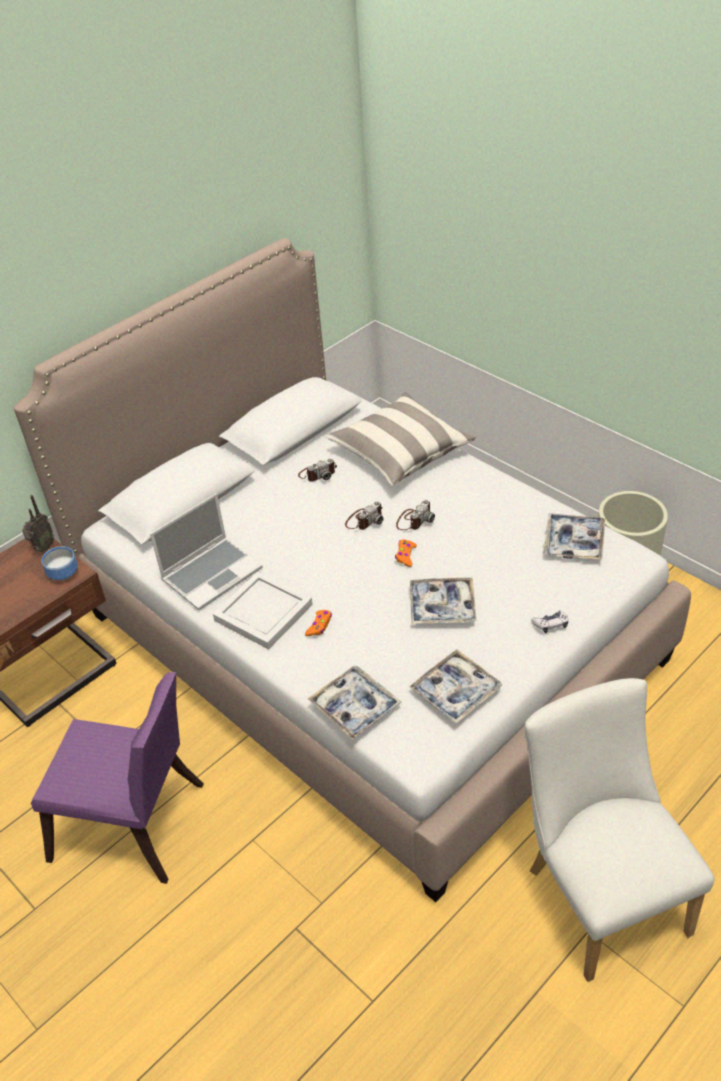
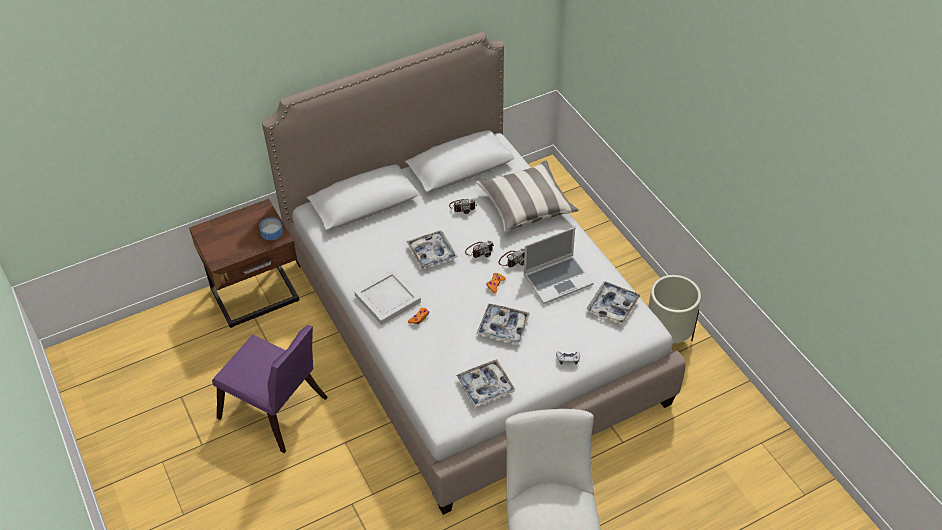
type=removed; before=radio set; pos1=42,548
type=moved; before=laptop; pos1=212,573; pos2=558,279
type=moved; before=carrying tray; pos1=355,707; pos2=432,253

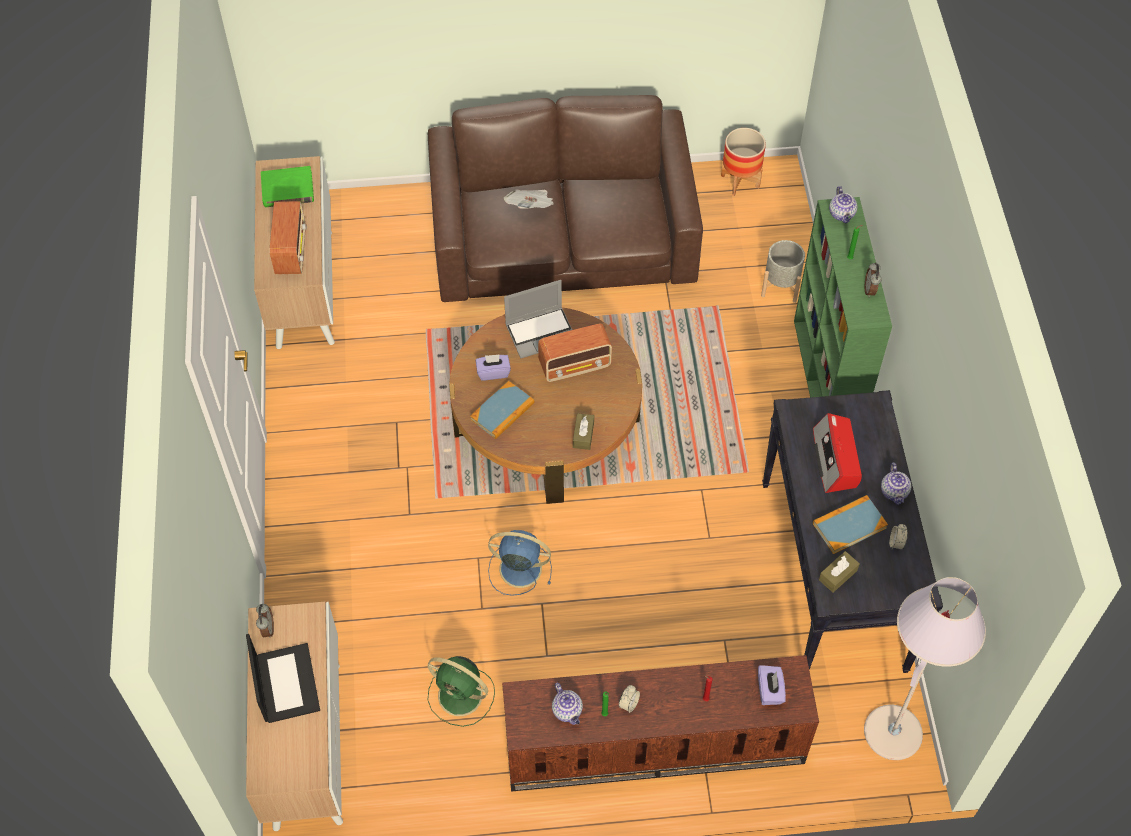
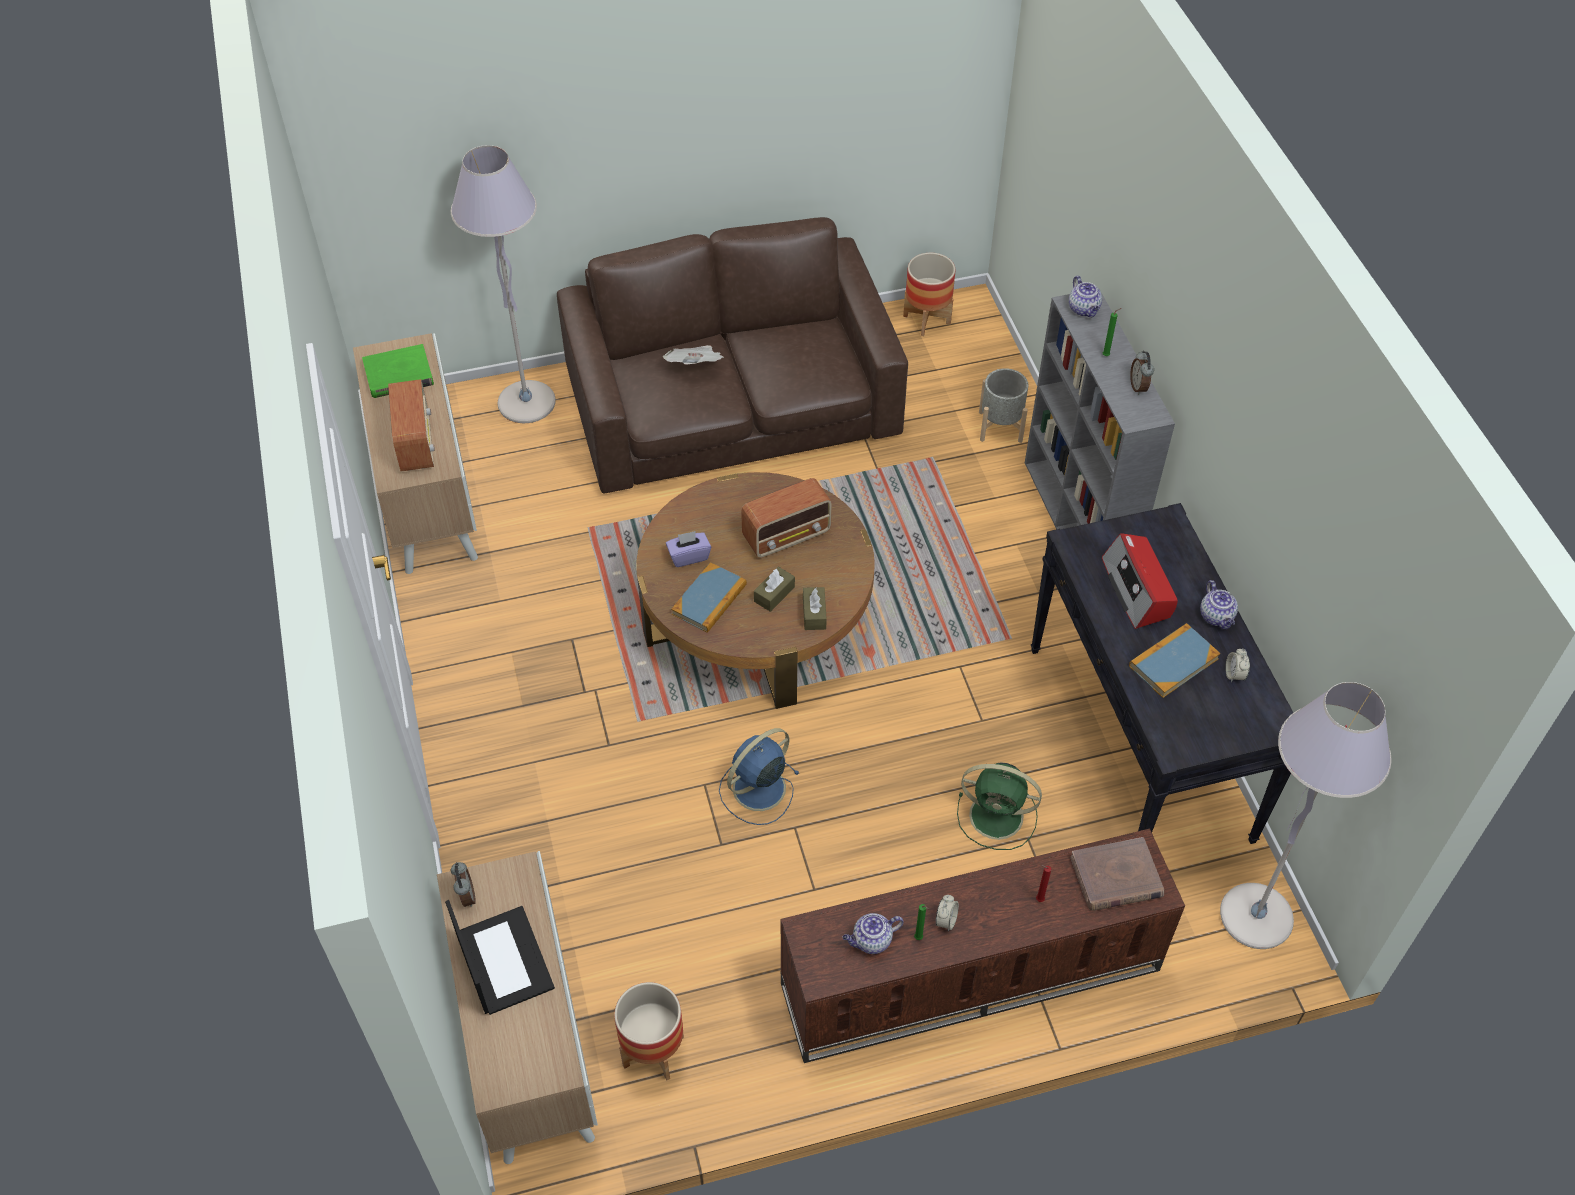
type=moved; before=green-coloured electric fan; pos1=462,696; pos2=998,816
type=turned; before=blue electric fan; pos1=518,568; pos2=757,790; turn=-45
type=removed; before=laptop; pos1=541,332
type=turned; before=pot for tea; pos1=568,711; pos2=871,941; turn=105
type=replaced; before=purplish box of tissues; after=brownish book; pos1=770,690; pos2=1116,877
type=recoloured; before=green-coloured bookcase; after=grey bookcase; pos1=826,380; pos2=1078,523
type=moved; before=brownish box of tissues; pos1=838,575; pos2=774,594
type=added; after=grey standard lamp; pos2=527,403
type=added; after=flower pot; pos2=653,1052

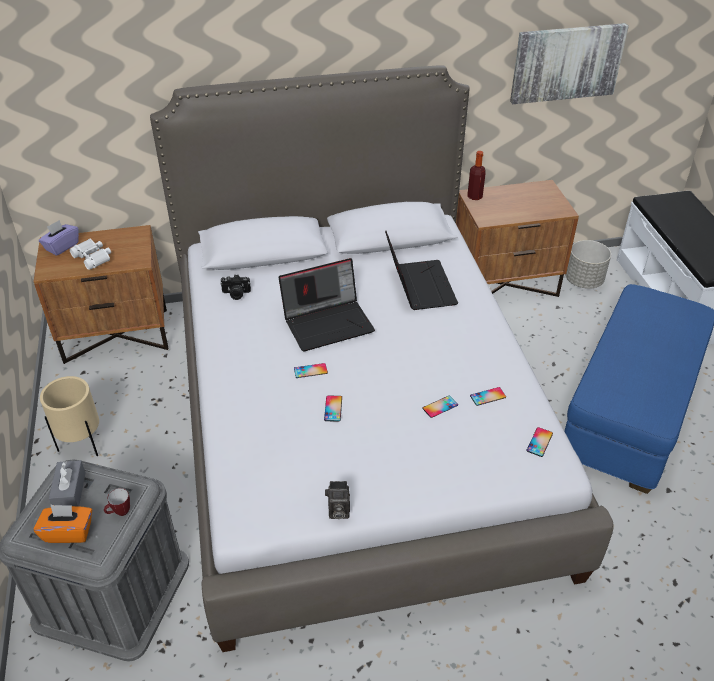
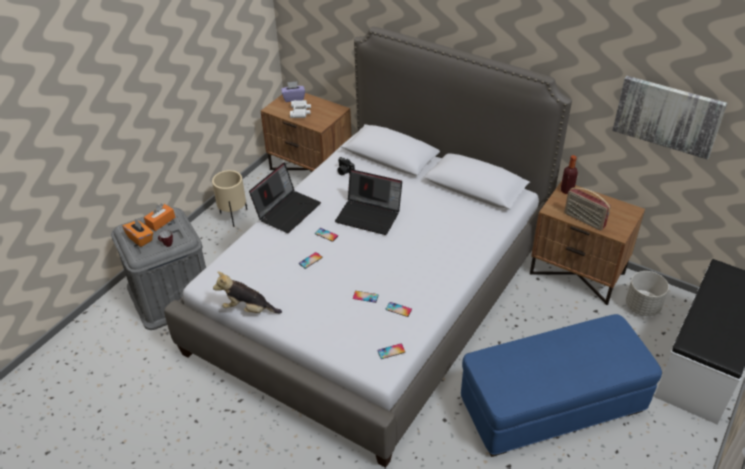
type=recoloured; before=grey box of tissues; after=orange-coloured box of tissues; pos1=70,491; pos2=160,221
type=replaced; before=still camera; after=cuddly toy; pos1=337,512; pos2=248,309
type=moved; before=laptop; pos1=418,286; pos2=287,210
type=added; after=radio set; pos2=584,220

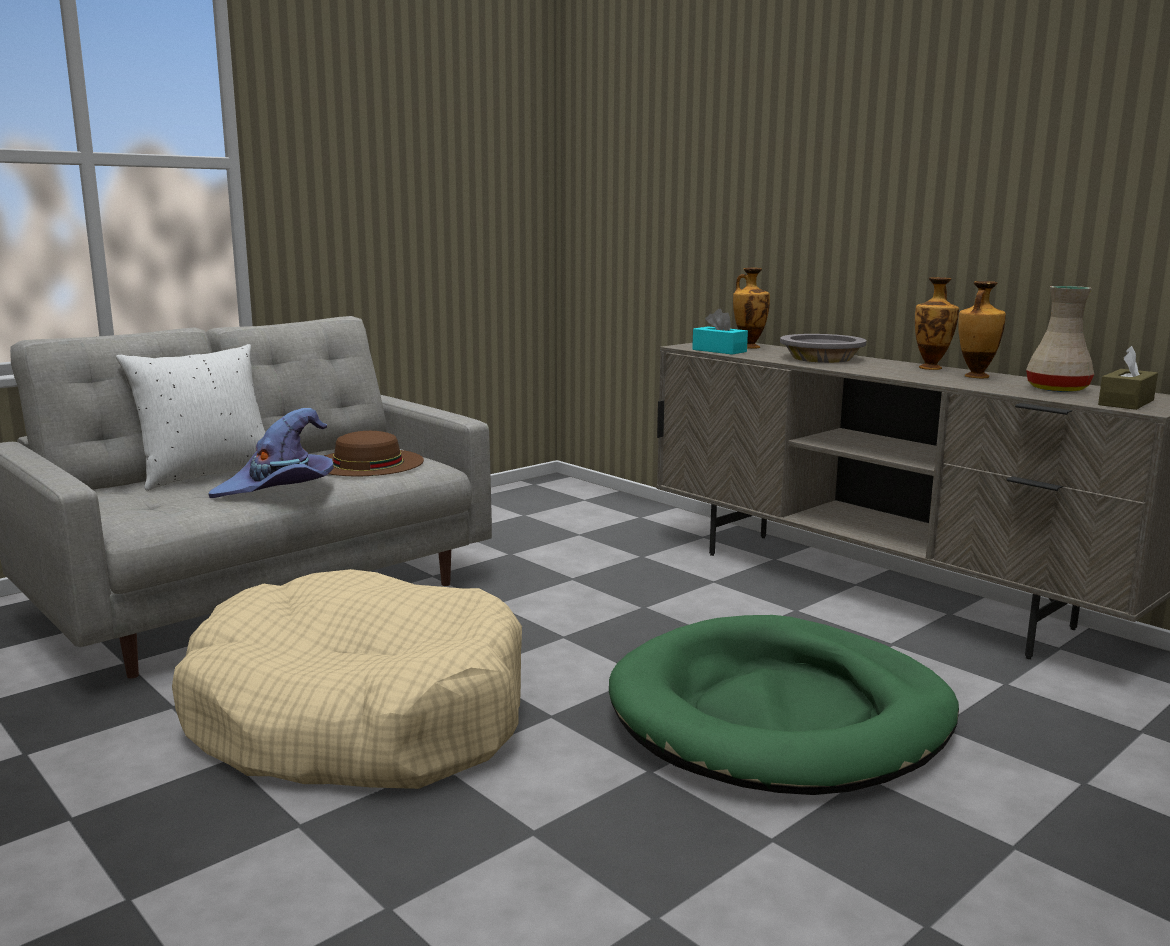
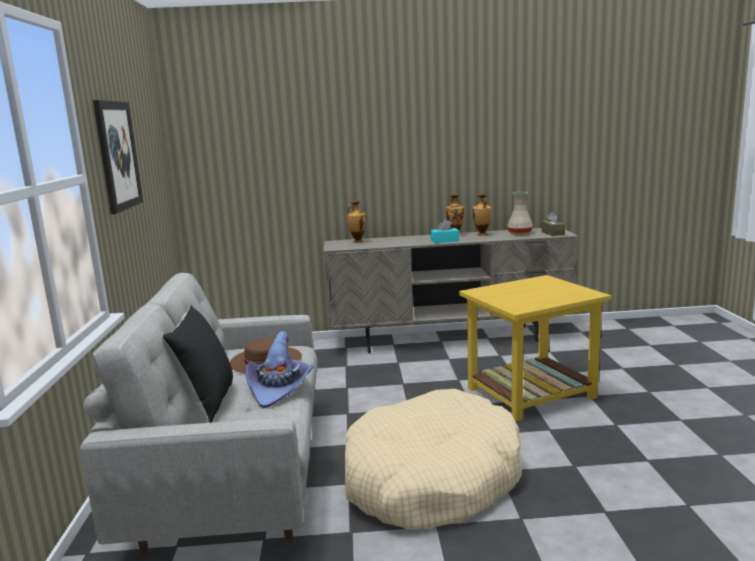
type=recoloured; before=white throw pillow; after=black throw pillow; pos1=206,475; pos2=205,403
type=replaced; before=green-coloured dog bed; after=yellow-coloured side table; pos1=780,715; pos2=532,392
type=moved; before=turquoise box of tissues; pos1=719,350; pos2=444,241
type=removed; before=grey deep dish; pos1=821,358
type=added; after=wall art; pos2=117,155

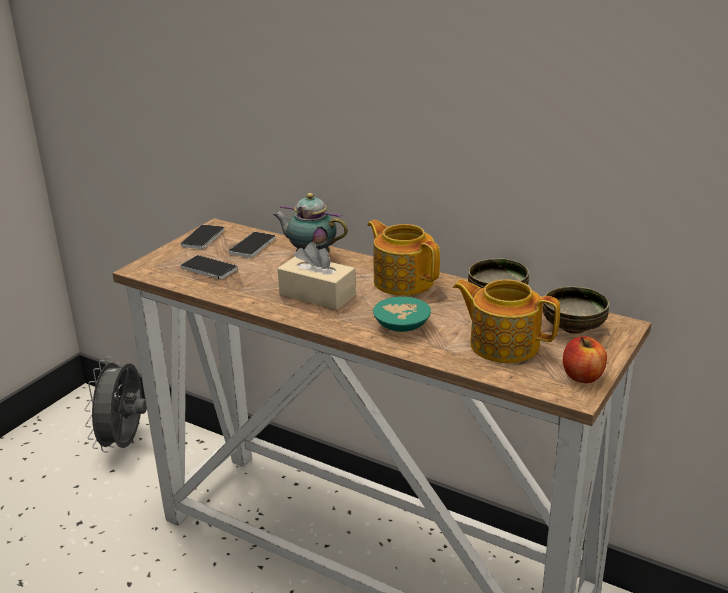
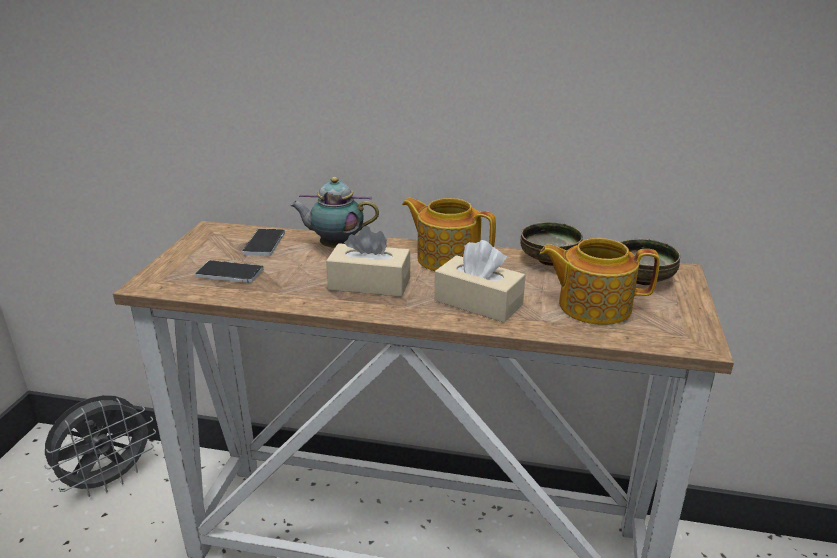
type=turned; before=grey electric fan; pos1=125,443; pos2=109,480; turn=-120
type=removed; before=handset; pos1=203,238
type=replaced; before=turquoise deep dish; after=beige-coloured box of tissues; pos1=399,325; pos2=478,303
type=removed; before=whole apple; pos1=582,376

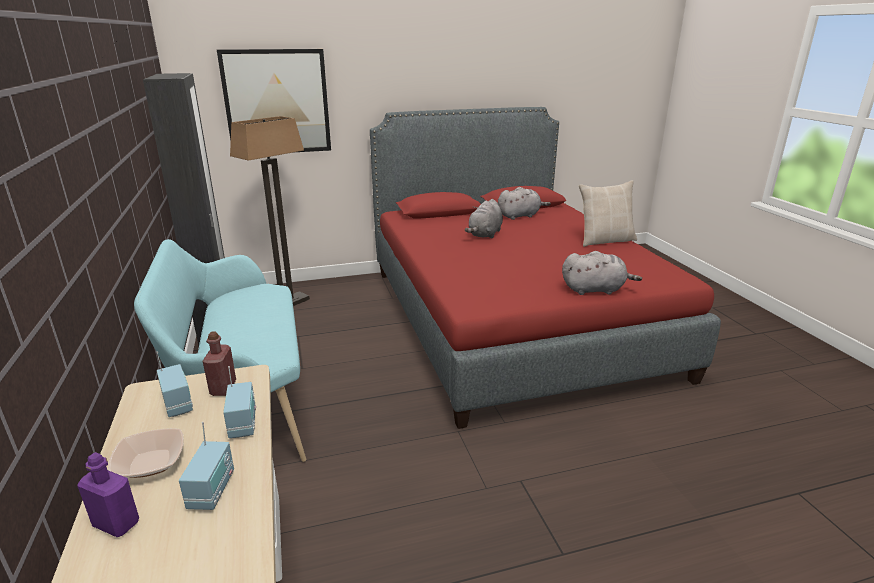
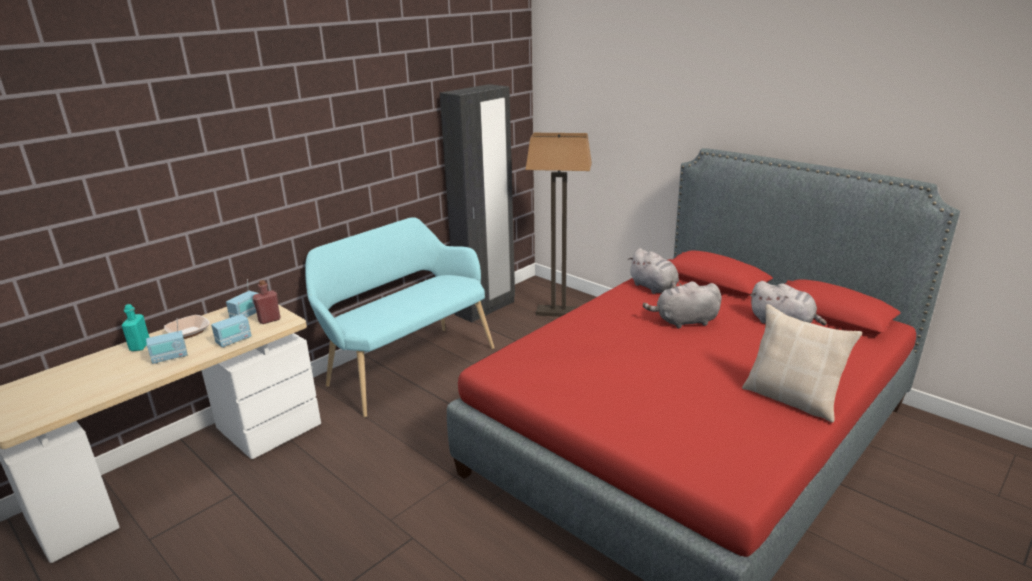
type=recoloured; before=purplish beverage bottle; after=turquoise beverage bottle; pos1=116,524; pos2=140,346
type=removed; before=wall art; pos1=277,102
type=moved; before=grey cuddly toy; pos1=595,290; pos2=654,288

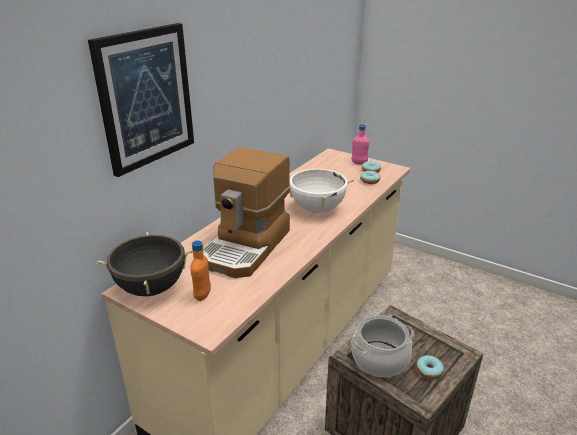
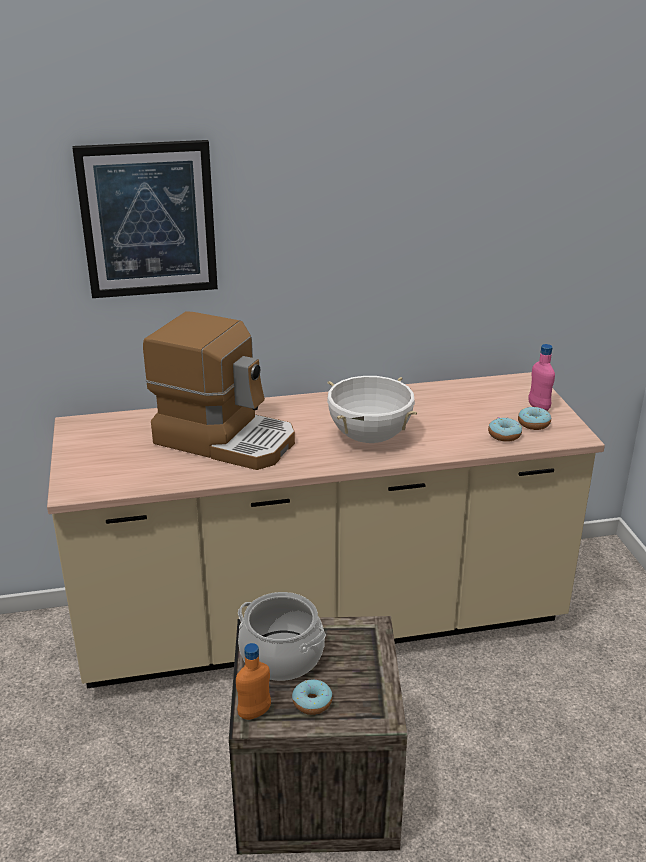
type=removed; before=black saucepot; pos1=151,288
type=moved; before=orange-coloured beverage bottle; pos1=202,295; pos2=254,713
type=turned; before=coffee brewer; pos1=247,247; pos2=226,439; turn=-135

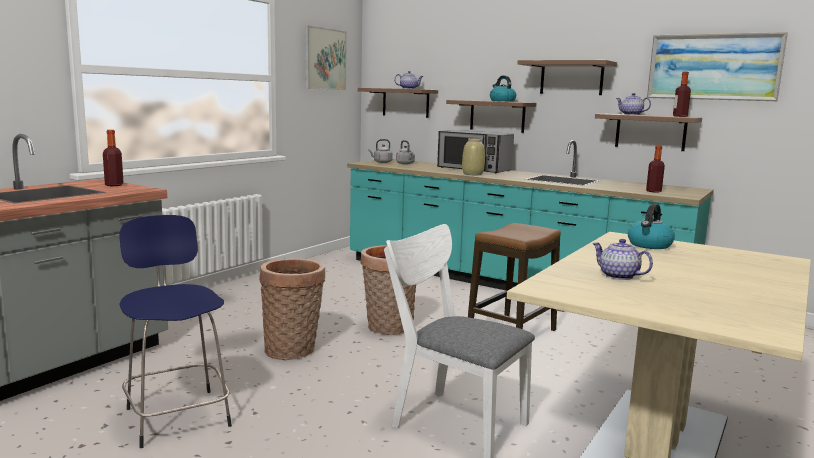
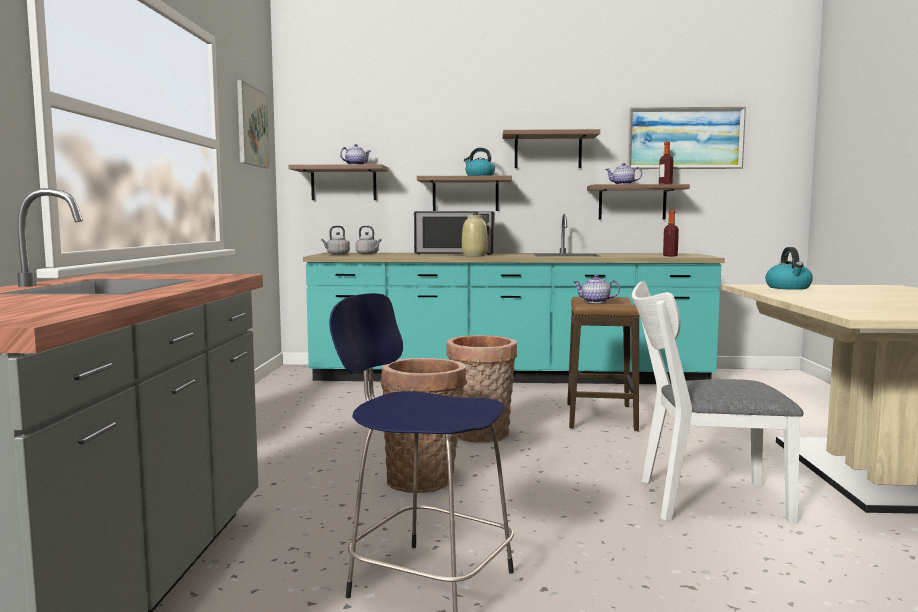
type=removed; before=beverage bottle; pos1=114,185
type=moved; before=pot for tea; pos1=618,276; pos2=595,302

